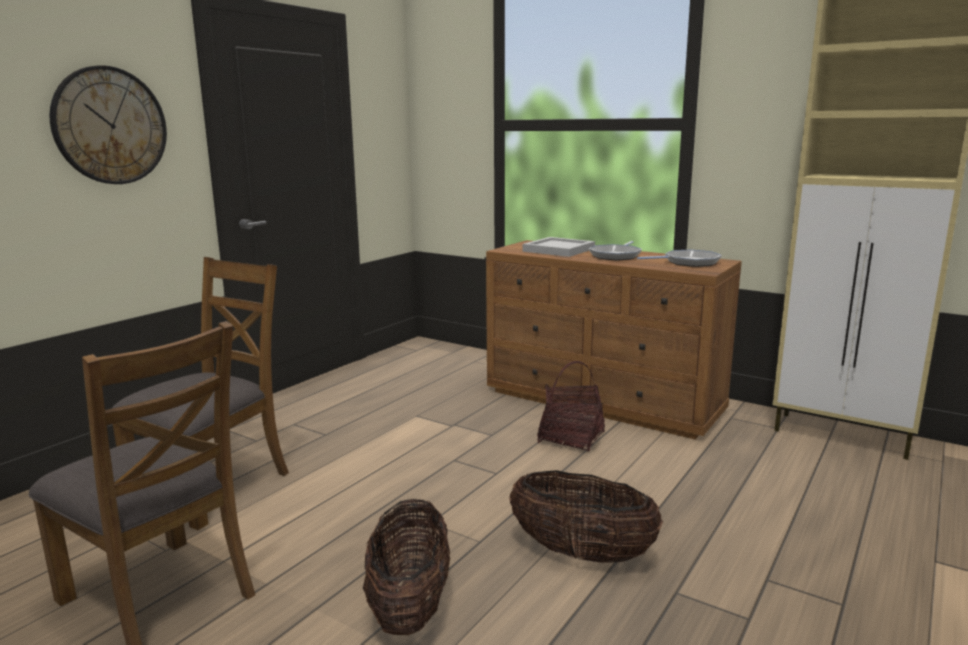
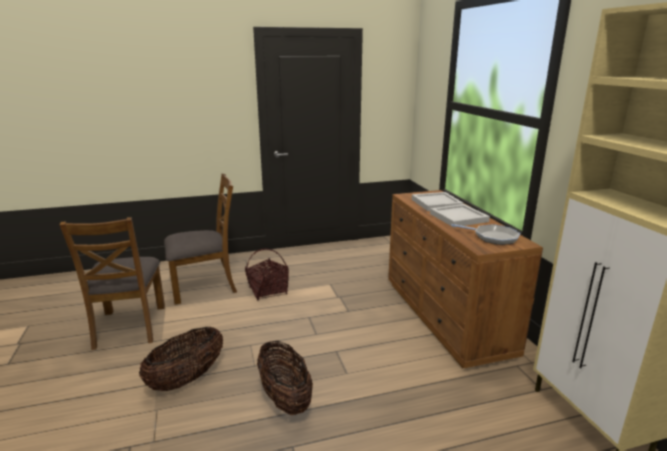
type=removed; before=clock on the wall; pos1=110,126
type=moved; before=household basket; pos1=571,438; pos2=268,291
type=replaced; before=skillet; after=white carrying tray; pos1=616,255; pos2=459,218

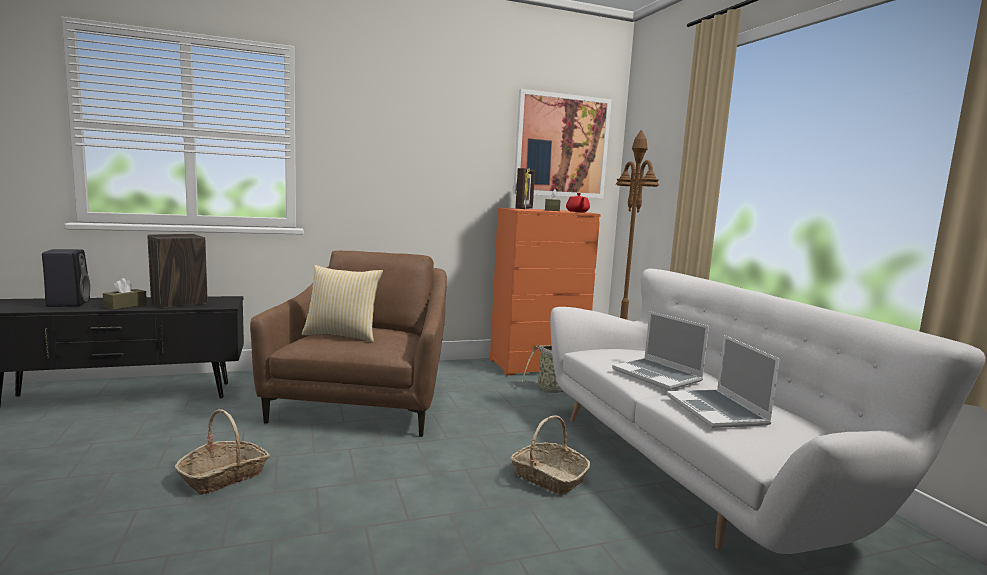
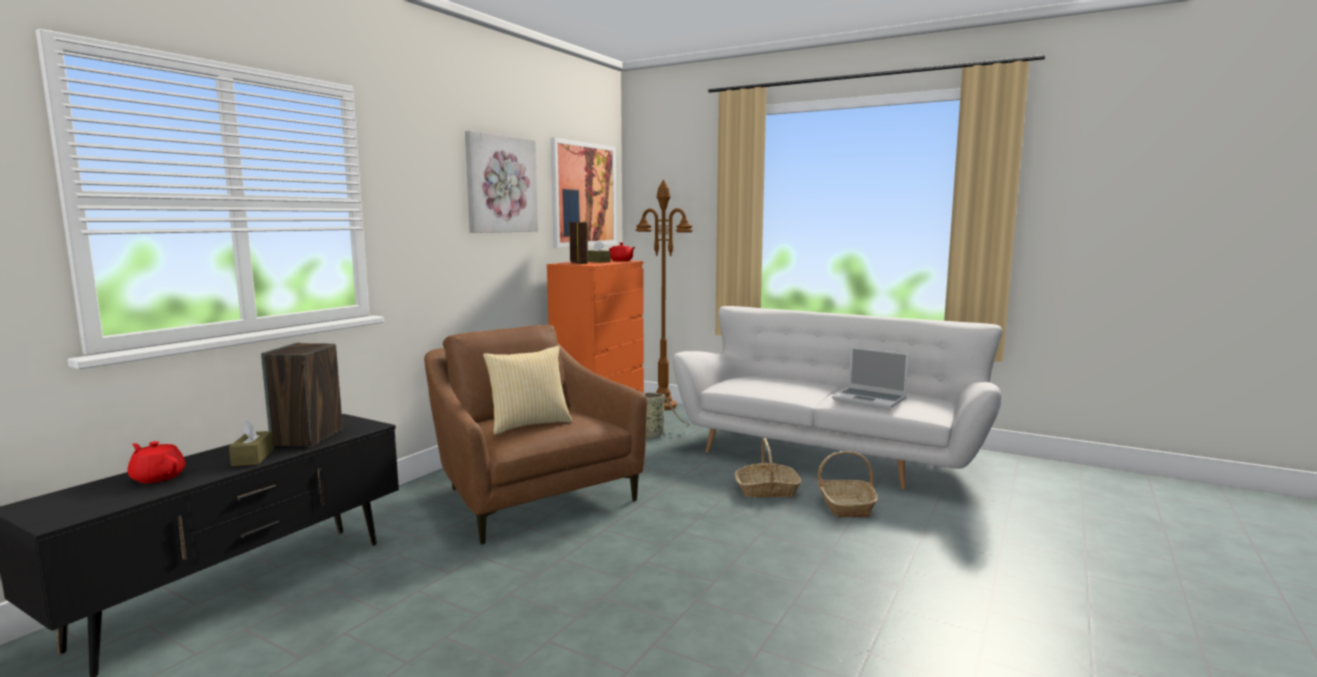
type=replaced; before=black loudspeaker; after=red-coloured pot for tea; pos1=68,303; pos2=158,477
type=moved; before=household basket; pos1=224,476; pos2=846,506
type=removed; before=laptop; pos1=658,376
type=added; after=wall art; pos2=500,184

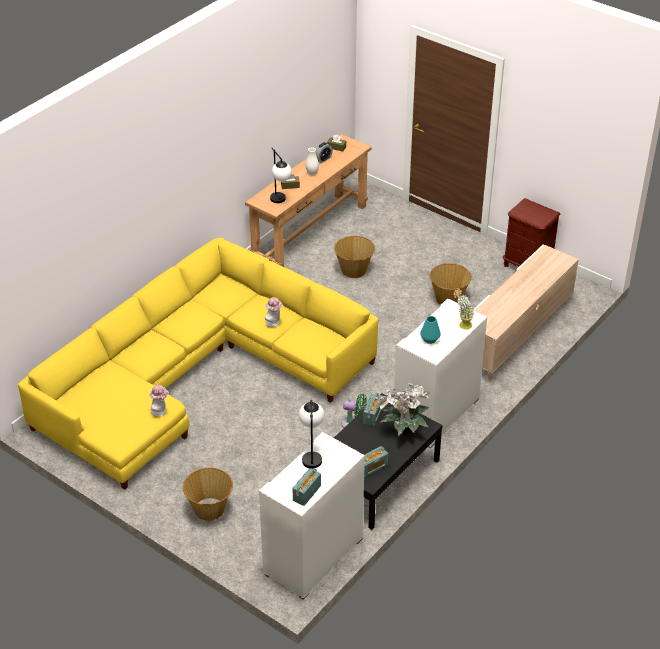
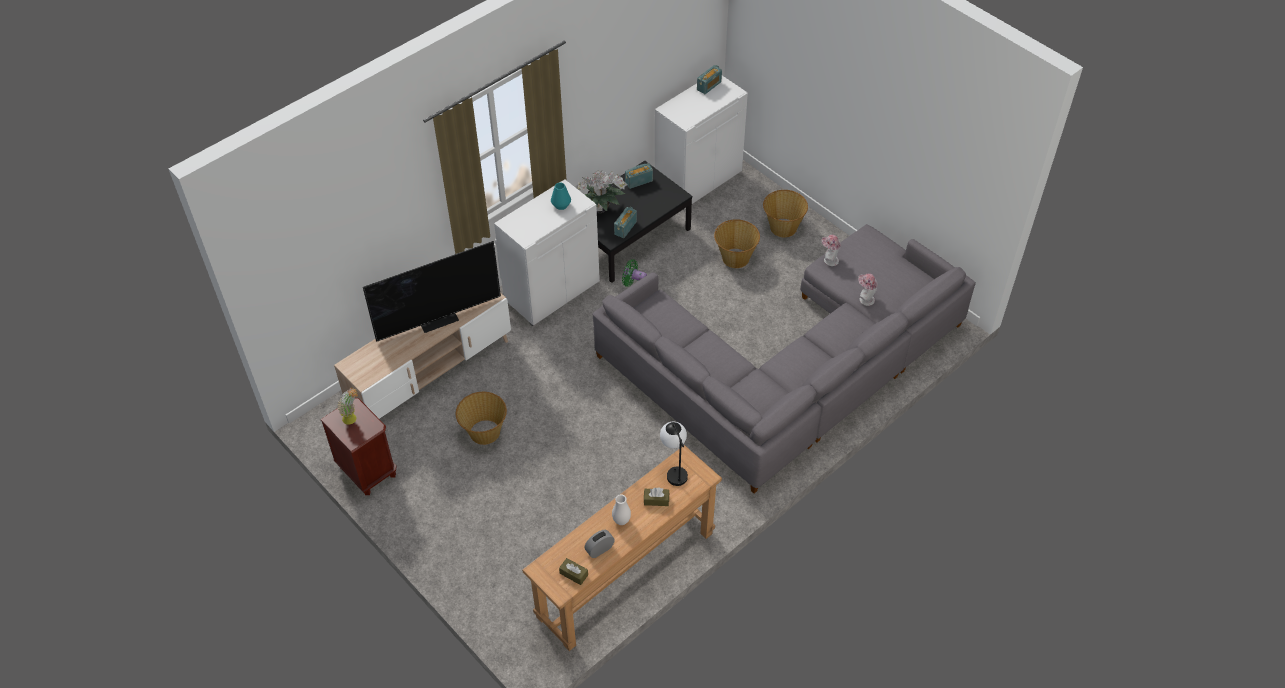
type=recoloured; before=yellow-coloured sofa; after=grey sofa; pos1=196,375; pos2=791,367
type=moved; before=hat; pos1=274,323; pos2=865,299
type=removed; before=table lamp; pos1=311,455
type=moved; before=household basket; pos1=354,270; pos2=735,257
type=moved; before=potted plant; pos1=462,325; pos2=353,419
type=added; after=TV set; pos2=439,319

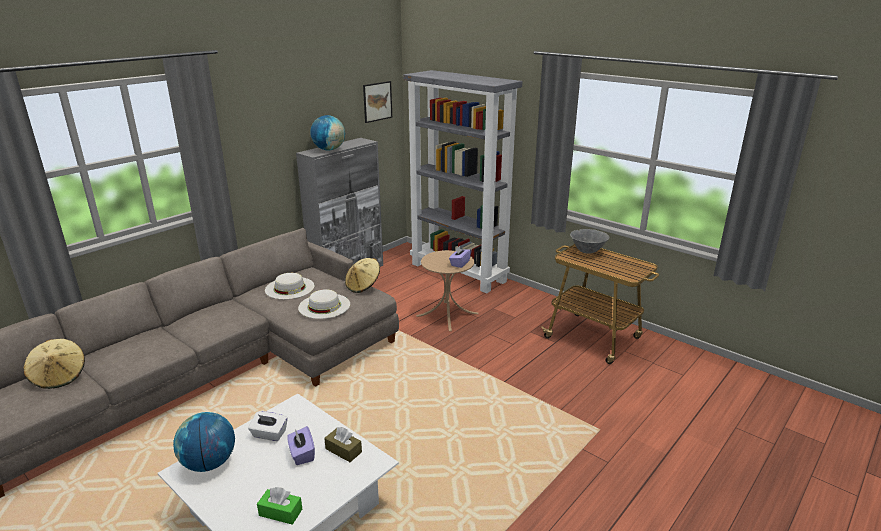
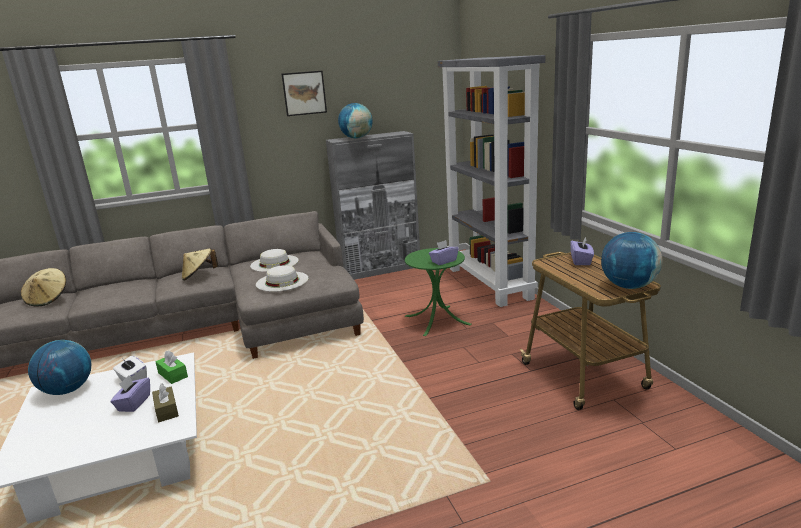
type=moved; before=green-coloured box of tissues; pos1=280,512; pos2=173,375
type=moved; before=beige-coloured hat; pos1=363,286; pos2=199,276
type=moved; before=wall art; pos1=377,101; pos2=304,93
type=recoloured; before=beige-coloured side table; after=green-coloured side table; pos1=447,314; pos2=437,320
type=replaced; before=grey deep dish; after=purplish box of tissues; pos1=587,252; pos2=581,261
type=added; after=globe; pos2=629,286

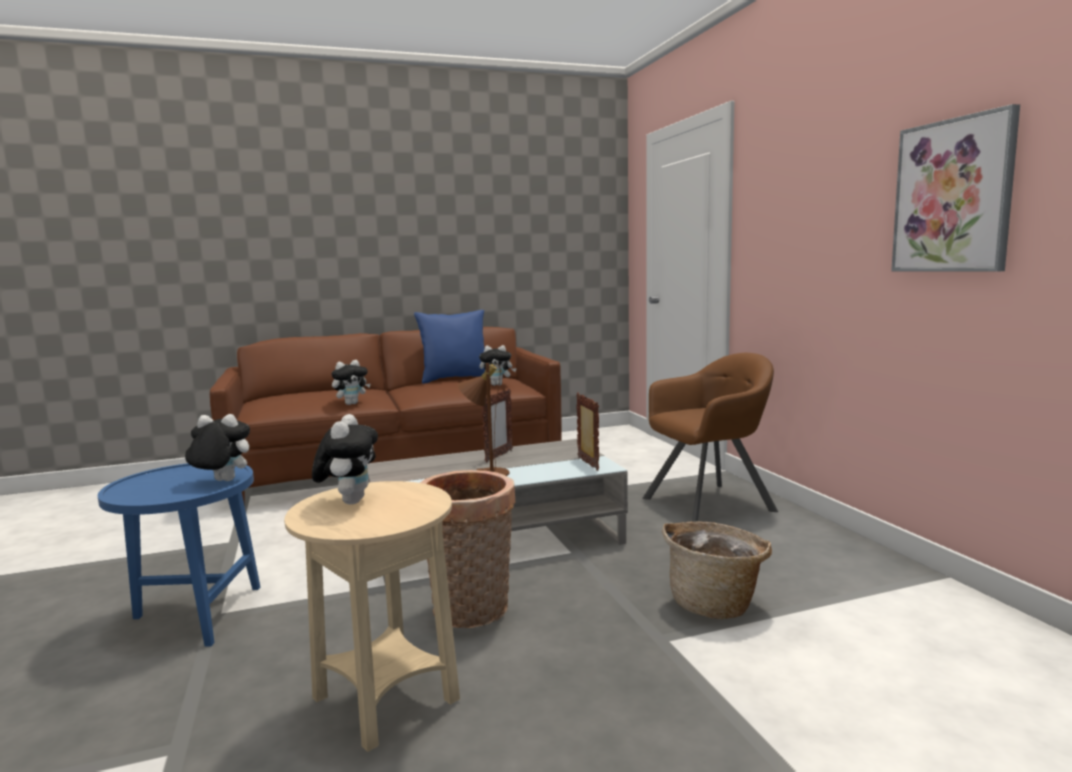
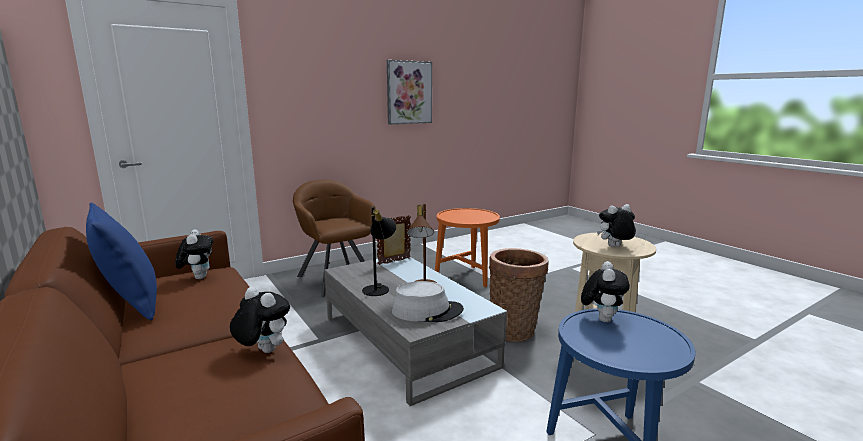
type=turned; before=cuddly toy; pos1=221,481; pos2=601,319; turn=-150
type=replaced; before=picture frame; after=black table lamp; pos1=498,456; pos2=379,288
type=replaced; before=household basket; after=orange-coloured side table; pos1=715,604; pos2=466,277
type=added; after=grey hat; pos2=427,311

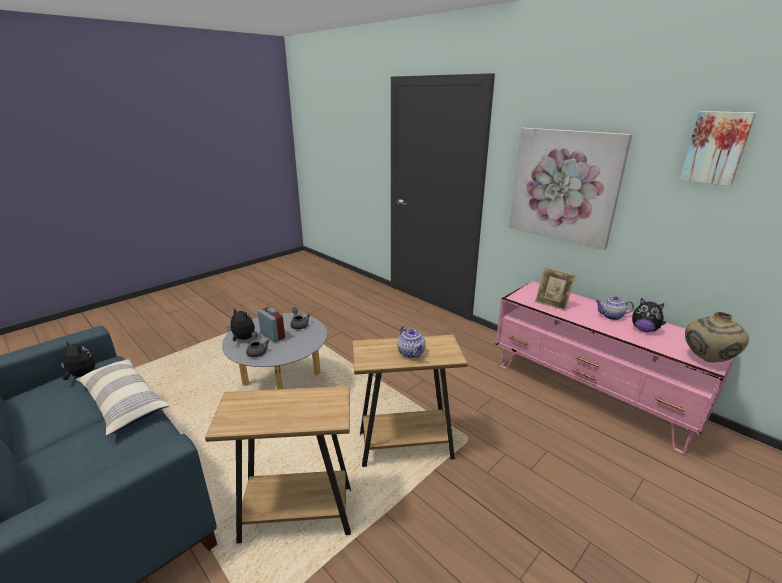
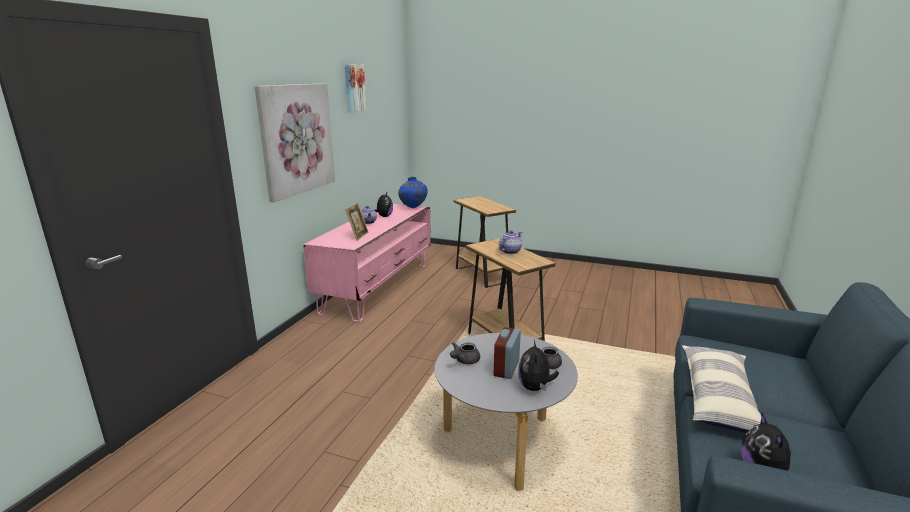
type=moved; before=brownish side table; pos1=297,515; pos2=482,275
type=recoloured; before=beige-coloured flower vase; after=blue flower vase; pos1=706,360; pos2=413,208

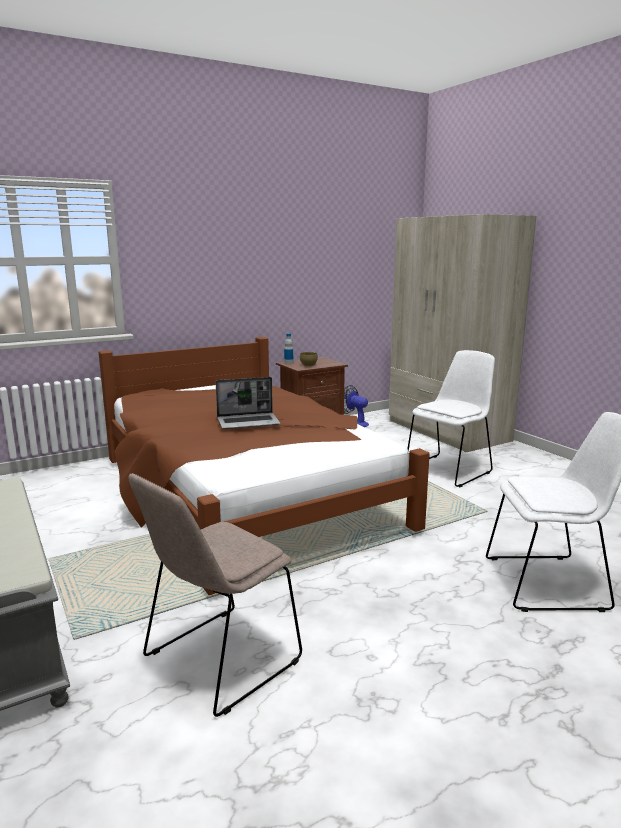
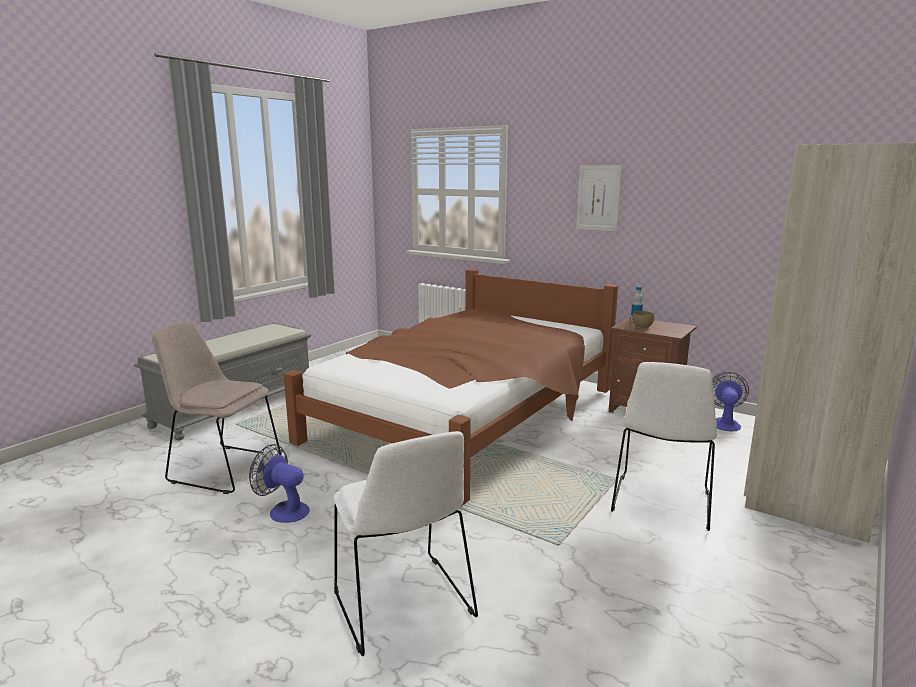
type=removed; before=laptop; pos1=249,422
type=turned; before=white chair; pos1=449,470; pos2=661,504; turn=90
type=added; after=electric fan; pos2=283,510
type=added; after=wall art; pos2=598,198

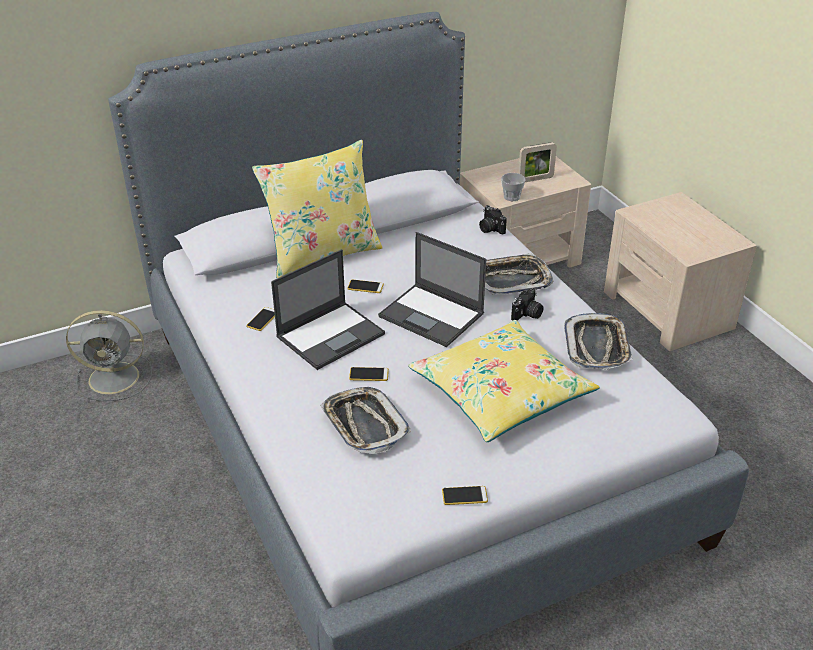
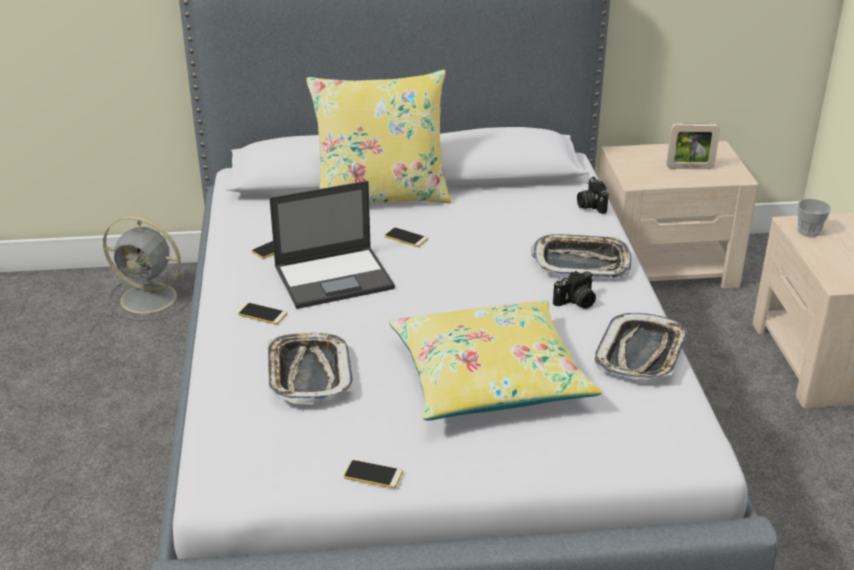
type=moved; before=handset; pos1=369,374; pos2=262,314
type=removed; before=laptop; pos1=432,315
type=moved; before=cup; pos1=512,197; pos2=808,231

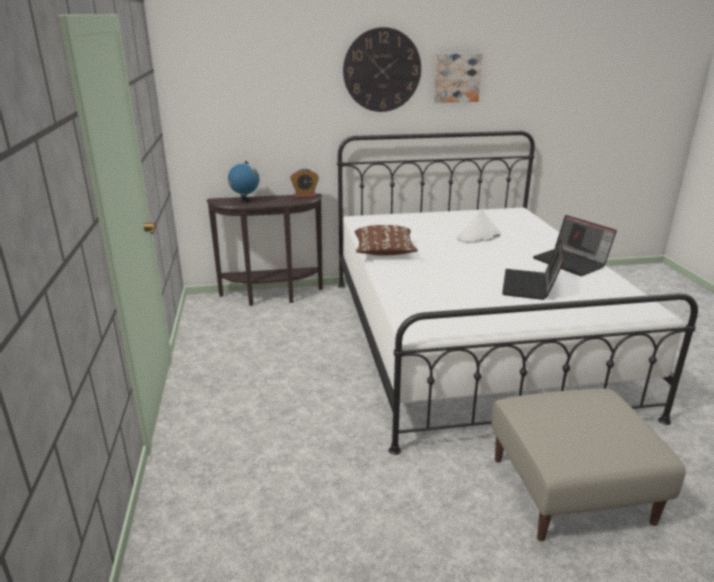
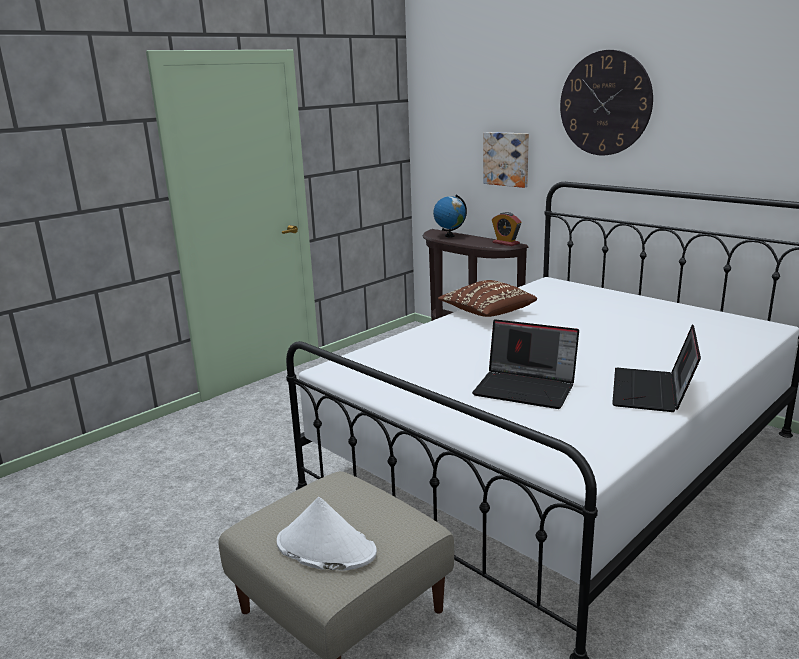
type=moved; before=wall art; pos1=457,77; pos2=507,159
type=moved; before=white hat; pos1=479,236; pos2=325,548
type=turned; before=laptop; pos1=530,286; pos2=526,388; turn=-135

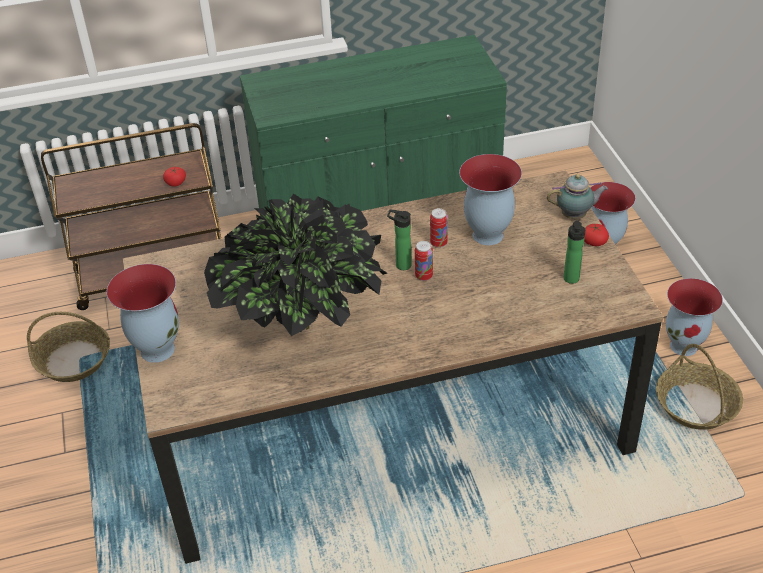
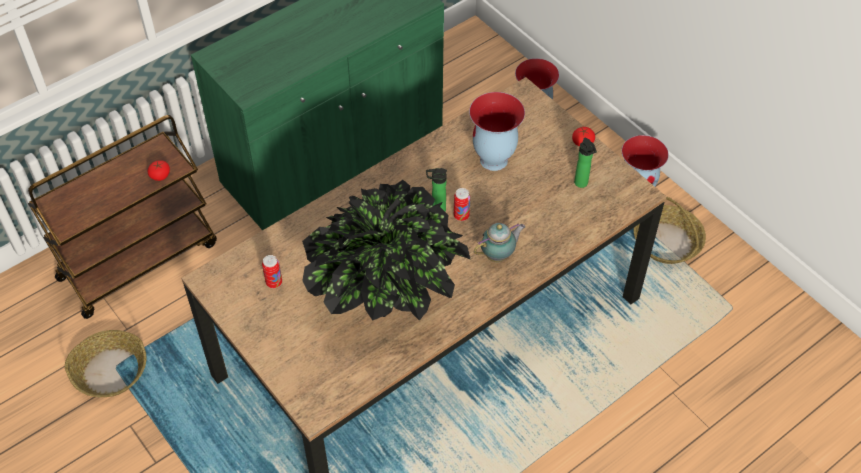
type=removed; before=flower vase; pos1=157,349
type=moved; before=can; pos1=438,243; pos2=274,283
type=moved; before=pot for tea; pos1=575,216; pos2=499,255

